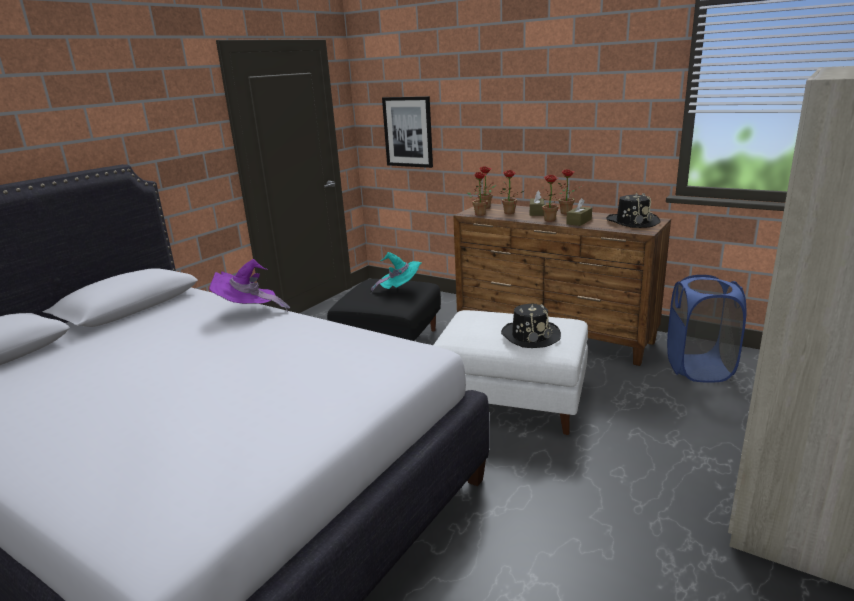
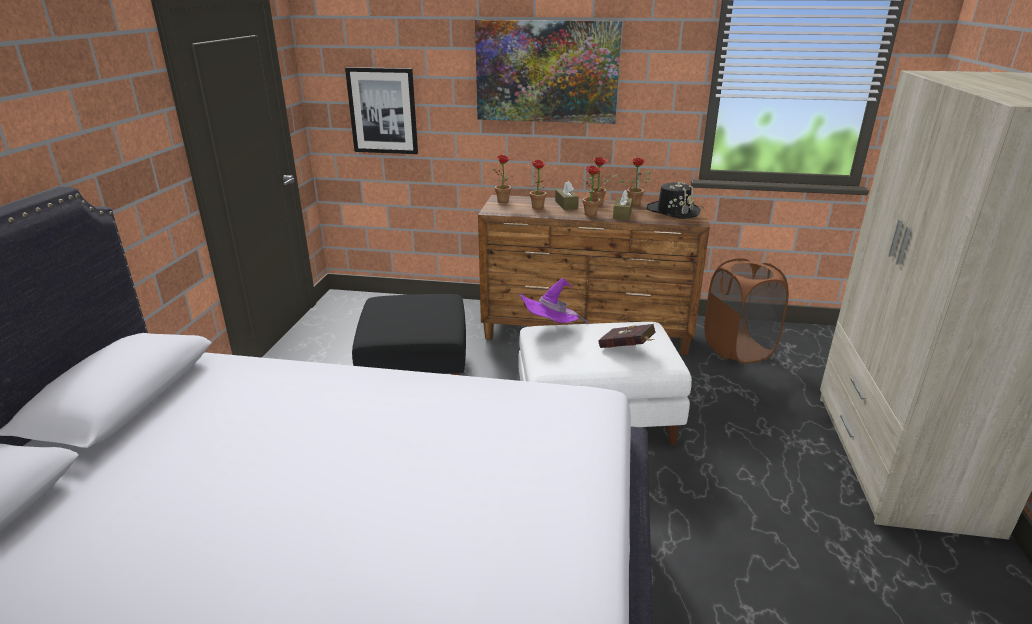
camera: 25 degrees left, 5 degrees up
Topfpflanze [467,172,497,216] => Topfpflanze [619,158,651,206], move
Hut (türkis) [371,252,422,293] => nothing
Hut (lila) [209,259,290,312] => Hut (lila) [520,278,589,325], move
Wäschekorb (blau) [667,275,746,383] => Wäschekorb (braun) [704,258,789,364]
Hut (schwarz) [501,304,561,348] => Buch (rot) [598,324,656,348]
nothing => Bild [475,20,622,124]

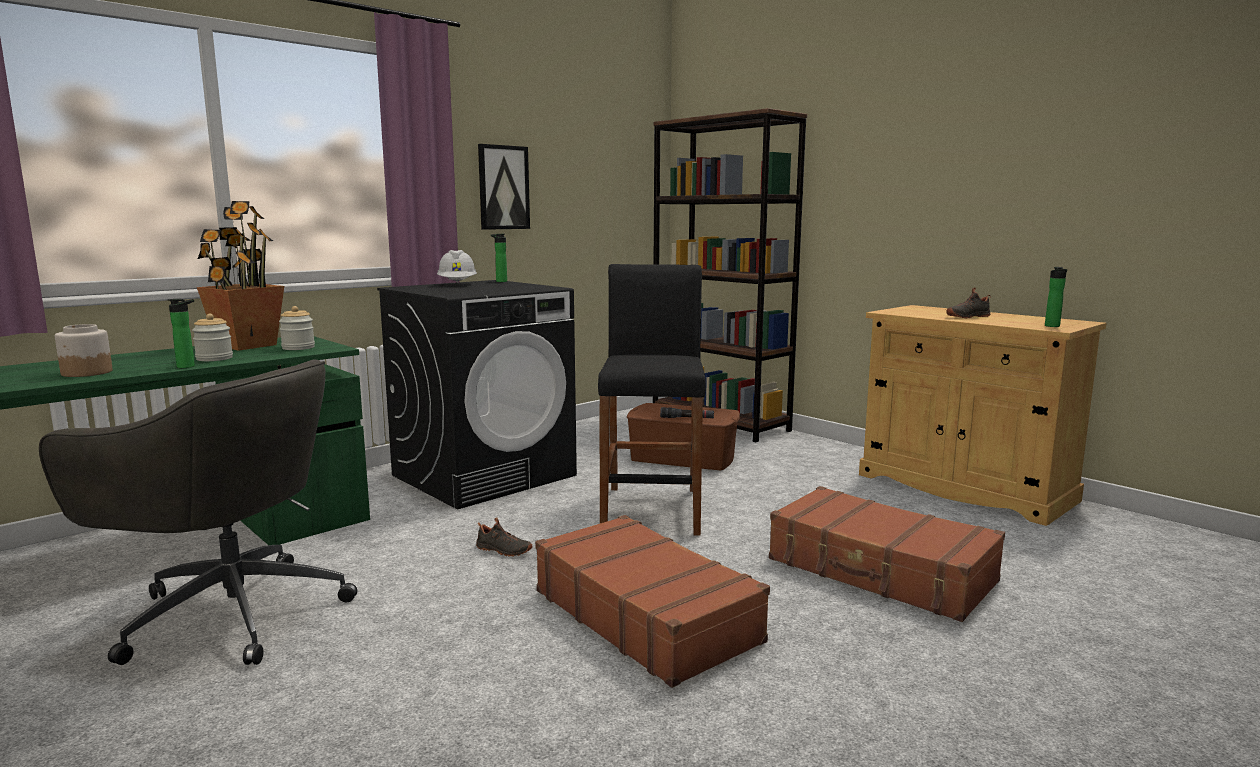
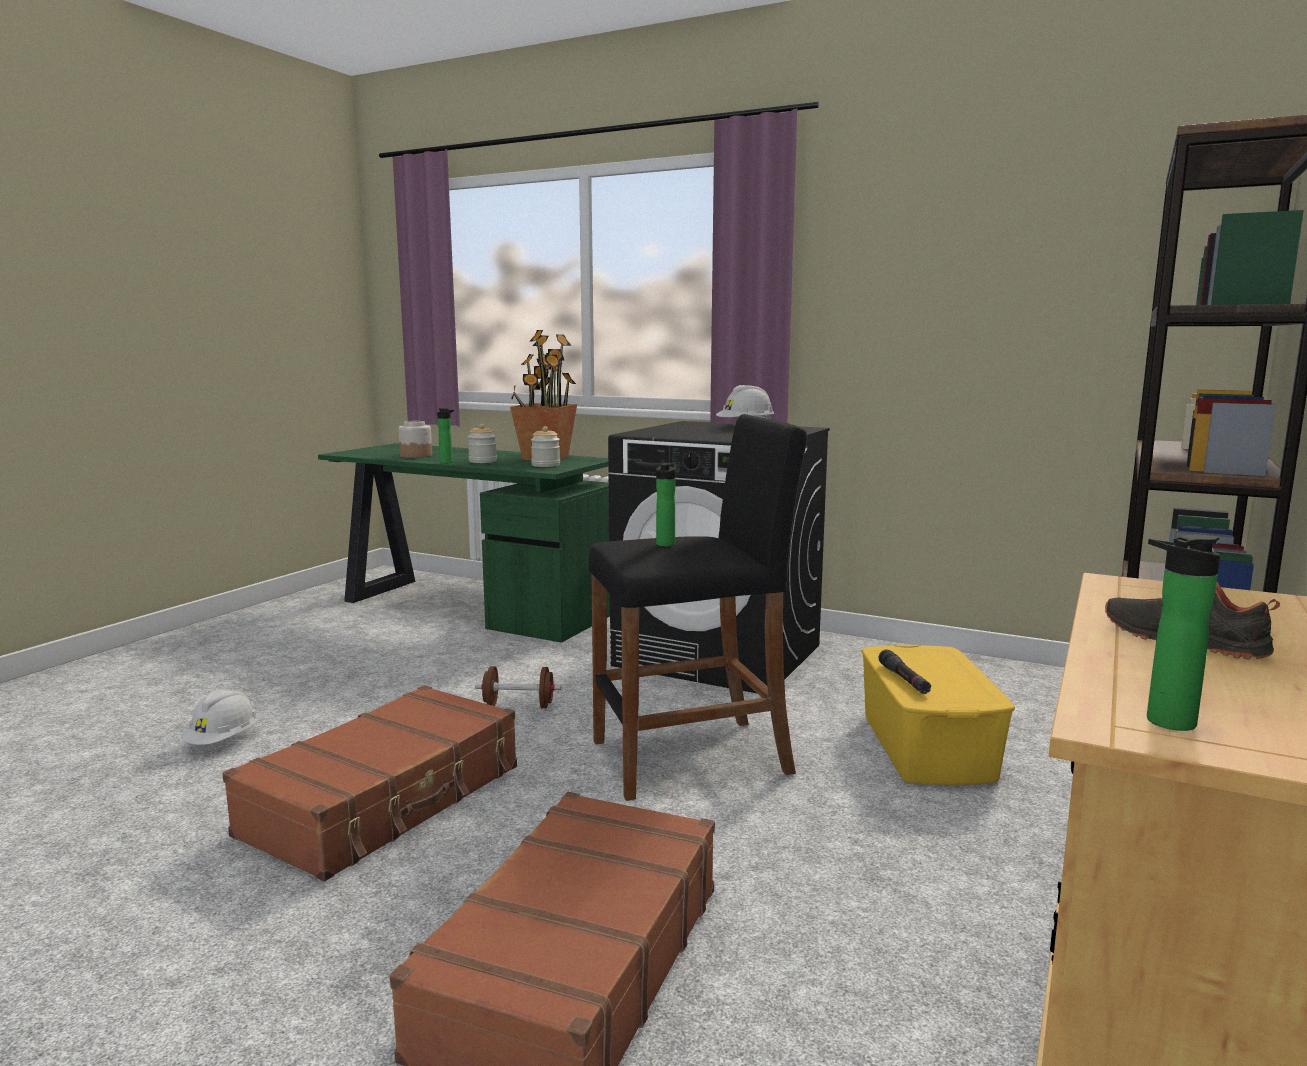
camera: 70 degrees right, 0 degrees up
Bild [478,144,530,230] => nothing
Flasche [491,234,507,282] => Flasche [656,463,676,547], move
Bürostuhl (grau) [39,359,357,665] => nothing
Aufbewahrungsbox (braun) [627,403,740,470] => Aufbewahrungsbox (gelb) [861,645,1015,785]
Schuh (schwarz) [476,517,533,557] => Hantel (braun) [475,666,561,708]
nothing => Schutzhelm (weiß) [181,689,258,745]

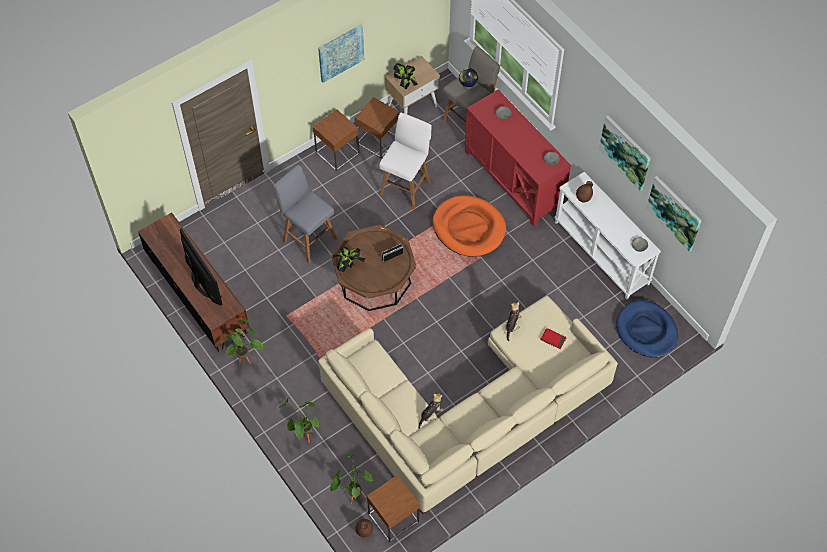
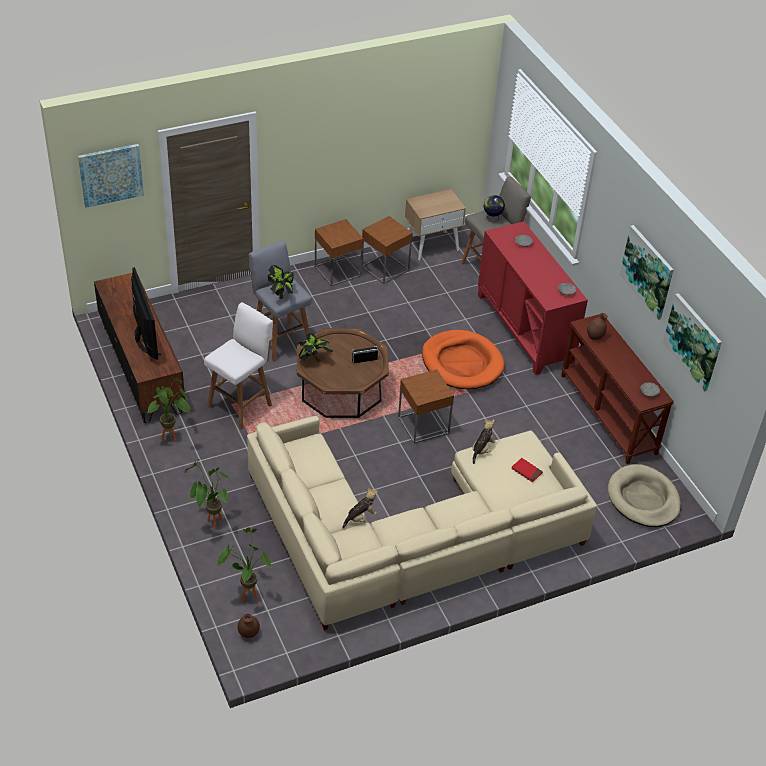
camera: 10 degrees right, 15 degrees down
Bild [318,25,364,83] => Bild [78,144,144,208], move
Topfpflanze [393,63,418,89] => Topfpflanze [268,265,294,299], move
Hocker (weiß) [379,112,432,209] => Hocker (weiß) [204,302,273,429], move
Konsolentisch (weiß) [555,172,661,300] => Konsolentisch (braun) [561,314,674,464]
Hundebett (blau) [616,300,678,358] => Hundebett (beige) [608,464,681,527]
Beistelltisch (braun) [367,475,420,542] => Beistelltisch (braun) [398,369,454,444], move

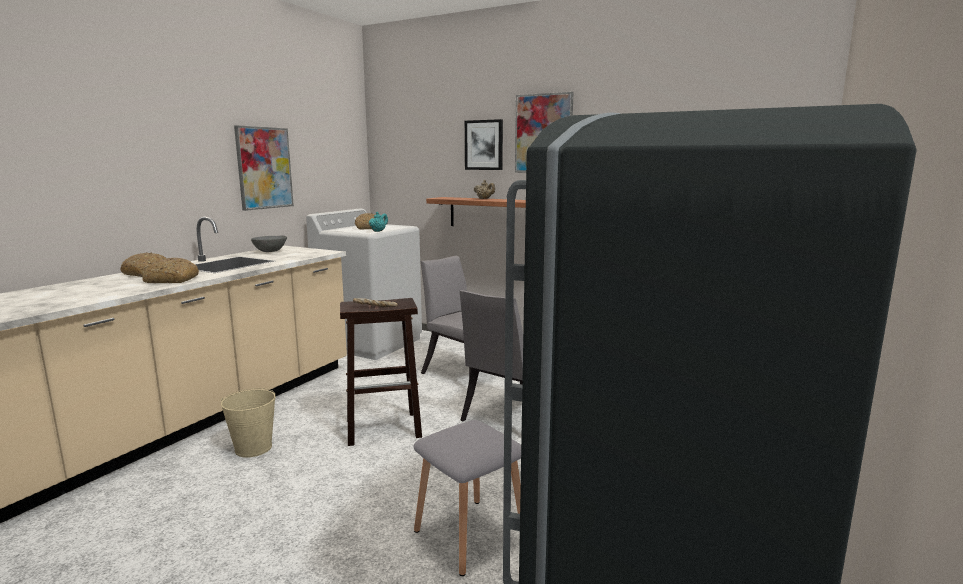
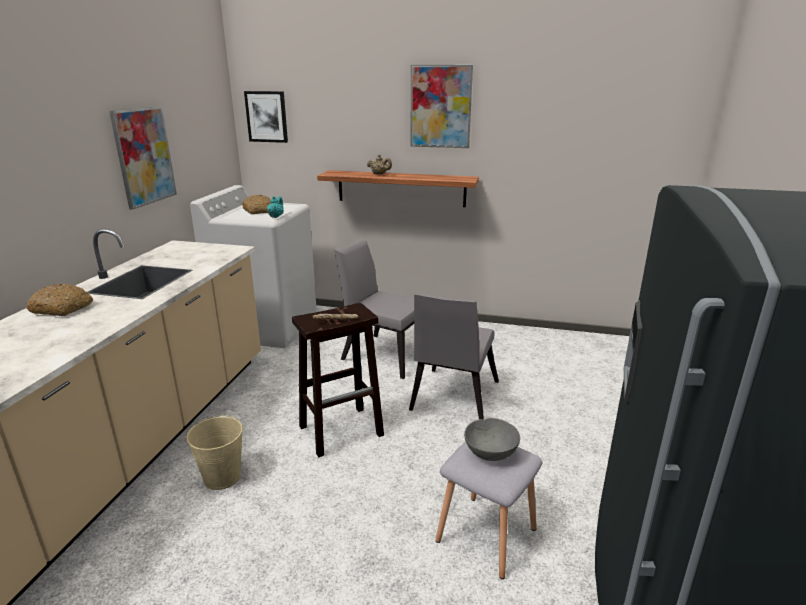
camera: 15 degrees left, 10 degrees up
Bild [465,119,503,170] => Bild [244,91,288,143], move
Schüssel (grau) [251,236,287,252] => Schüssel (grau) [464,418,520,461], move
Brot [143,258,199,283] => nothing

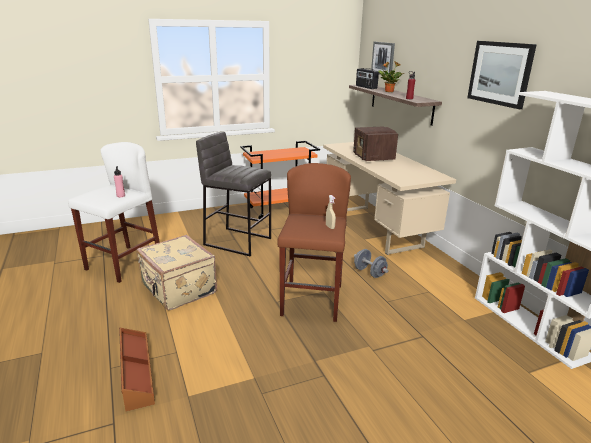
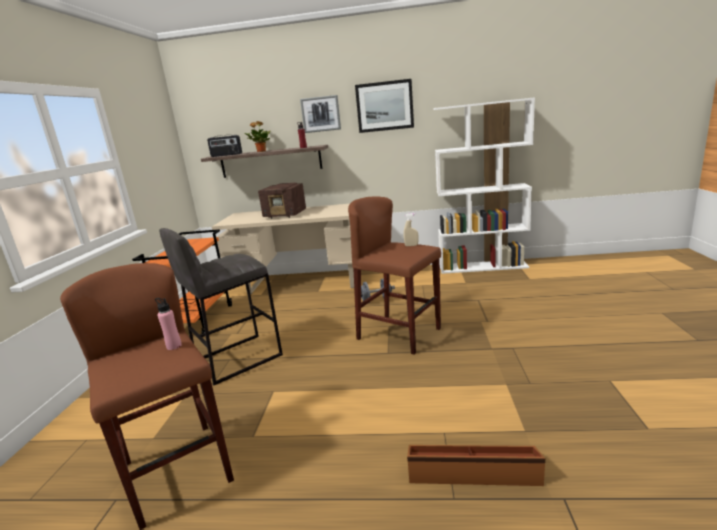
camera: 60 degrees left, 5 degrees down
Bild [371,42,395,76] => Bild [300,95,341,133], move
Hocker (weiß) [68,142,160,283] => Hocker (braun) [60,263,234,530]
Koffer (beige) [137,235,217,310] => nothing

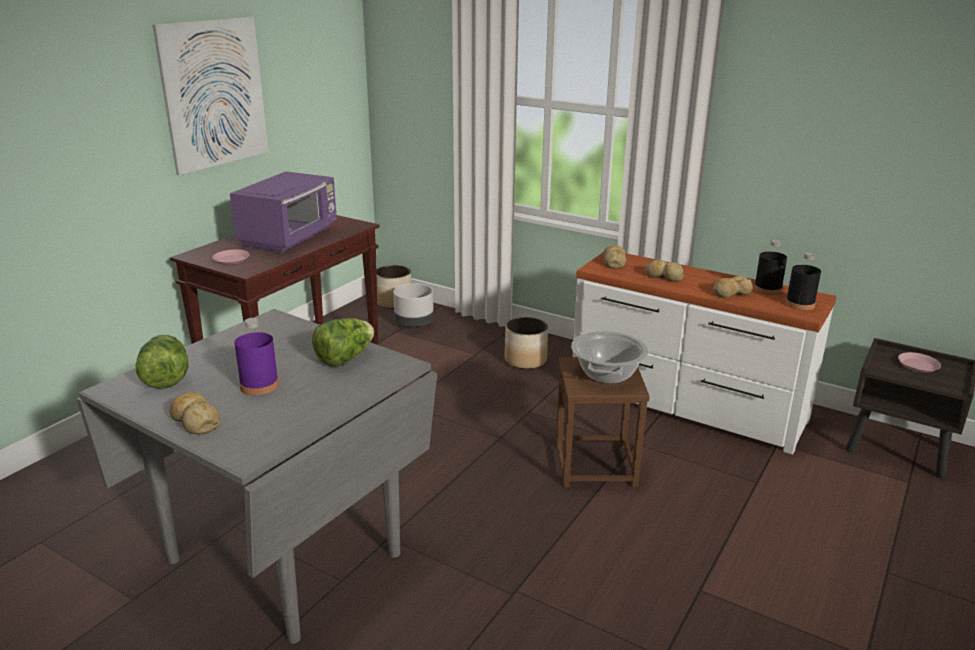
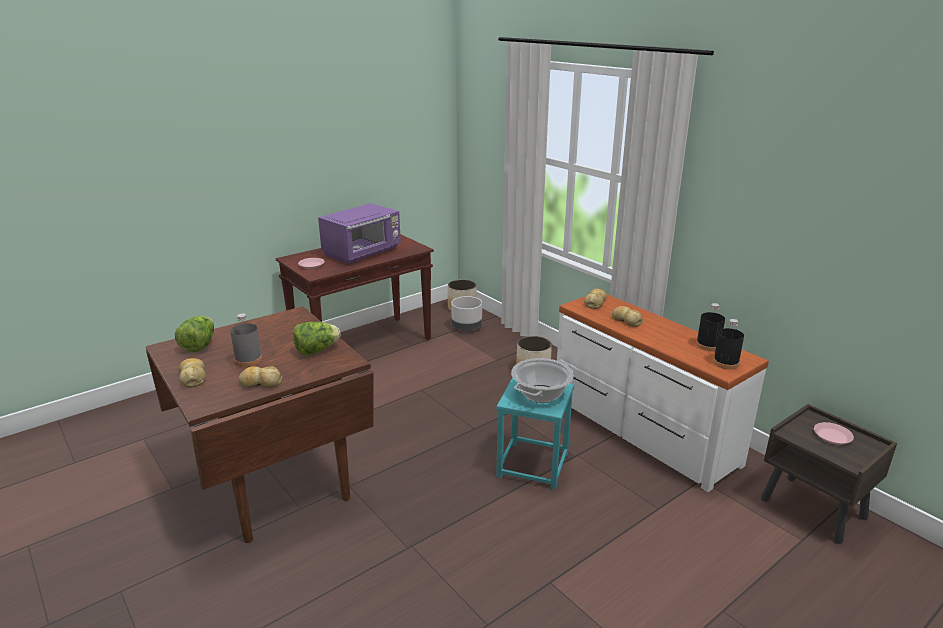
camera: 20 degrees right, 0 degrees up
Bild [153,17,269,175] => nothing
Brot [713,275,753,298] => Brot [239,366,282,388], move
Esstisch (grau) [77,309,437,644] => Esstisch (braun) [146,306,374,543]
Flasche (lila) [234,318,279,395] => Flasche (grau) [230,313,262,367]
Hocker (braun) [556,357,650,487] => Hocker (türkis) [496,377,574,490]

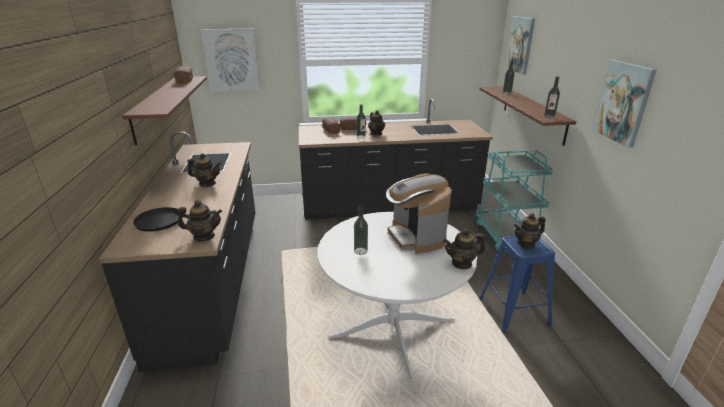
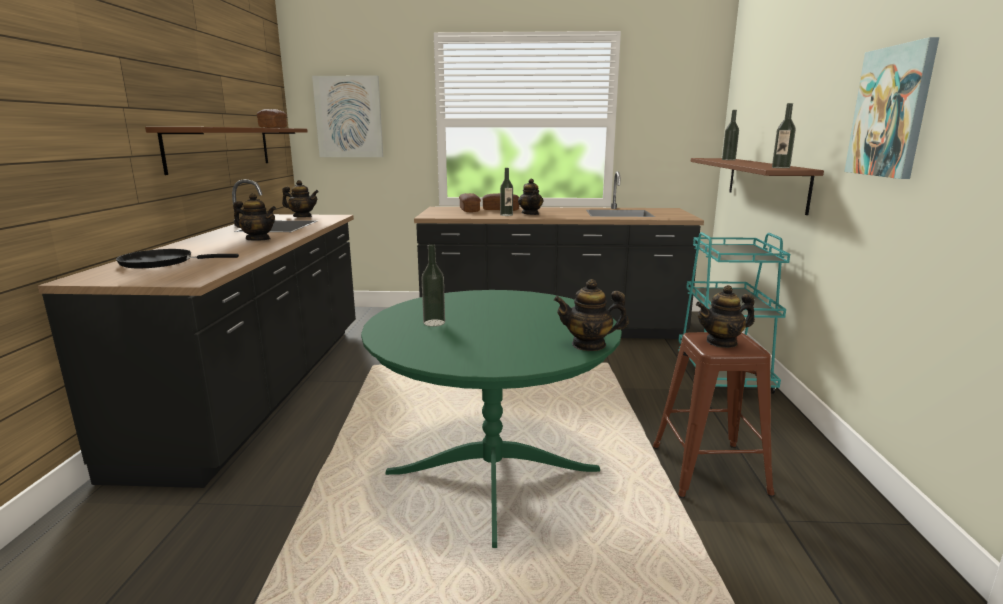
camera: 10 degrees right, 10 degrees down
Bild [505,16,535,75] => nothing
Kaffeemaschine [386,174,452,254] => nothing
Teekanne [178,200,222,241] => Teekanne [282,180,319,217], move
Esstisch (weiß) [317,212,477,381] => Esstisch (grün) [361,290,622,548]
Hocker (blau) [479,236,555,333] => Hocker (braun) [652,332,775,498]

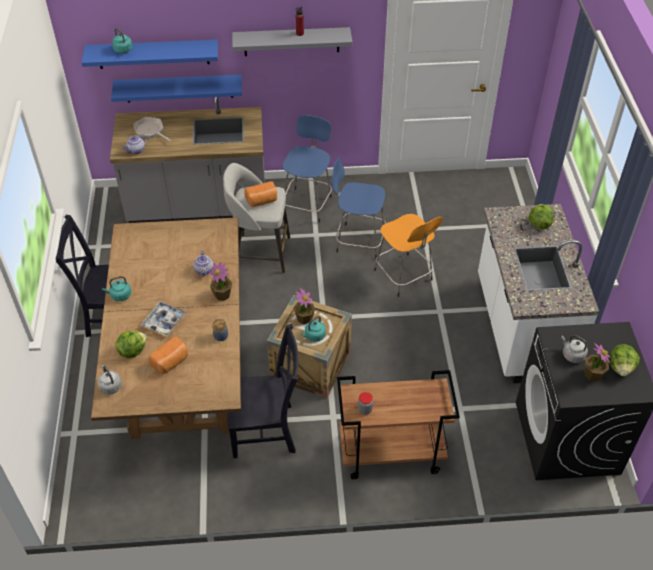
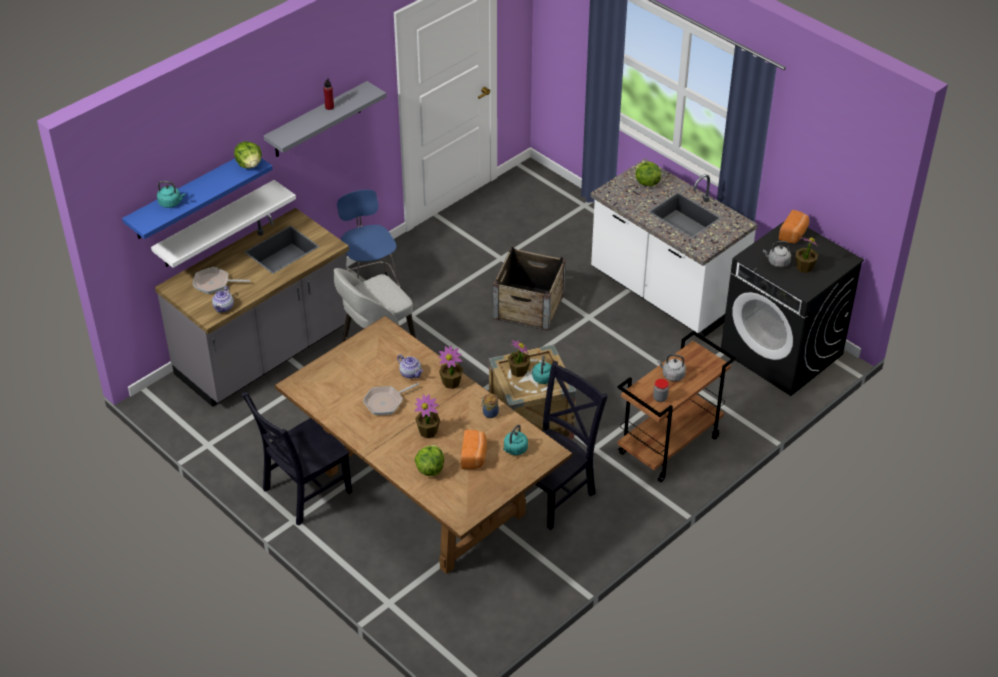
camera: 40 degrees left, 5 degrees down
Wandregal (blau) [111,75,242,103] => Wandregal (weiß) [151,180,296,268]
Hocker (blau) [331,157,386,259] => nothing
Brot [244,181,277,207] => Brot [779,210,809,244], move
Hocker (orange) [374,214,443,297] => Kiste [493,247,566,331]
Wasserkessel (türkis) [102,276,131,301] => Wasserkessel (türkis) [503,424,528,455], move
Tablett [141,301,187,337] => Topfpflanze [415,394,440,438]
Salatkopf [610,344,640,376] => Salatkopf [234,141,262,169], move
Wasserkessel (grau) [98,365,122,394] => Wasserkessel (grau) [658,354,686,381], move
nothing => Pfanne [363,383,419,415]

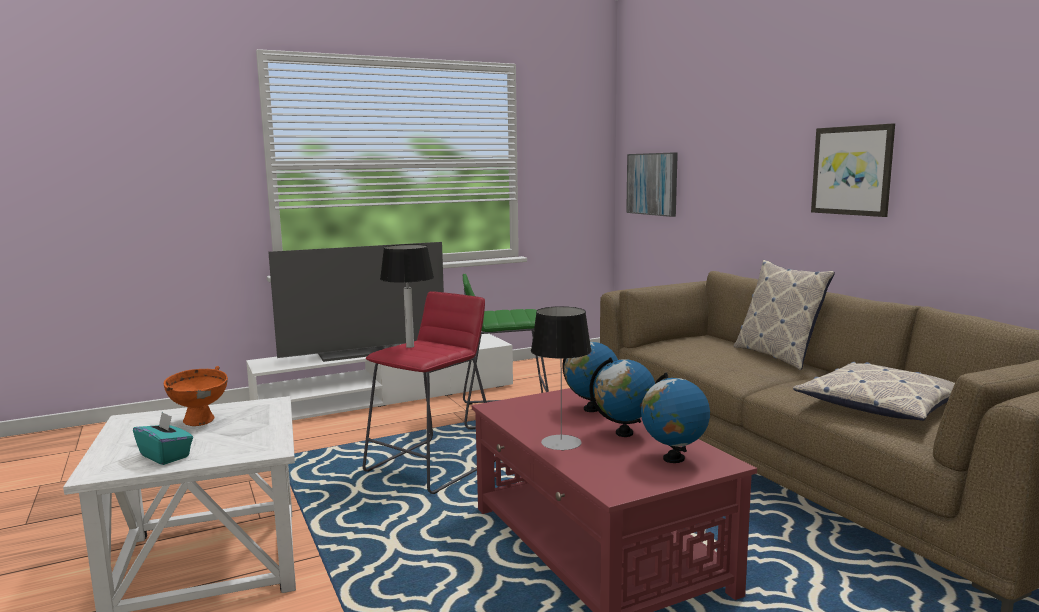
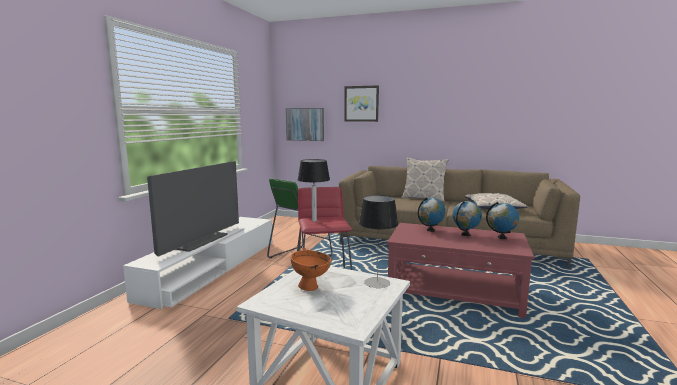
camera: 45 degrees left, 0 degrees up
Bild [811,123,895,217] => Bild [344,85,379,122], move
Tischlampe [531,306,592,451] => Tischlampe [359,195,398,288], move
Taschentuchbox (türkis) [133,412,193,465] => nothing

